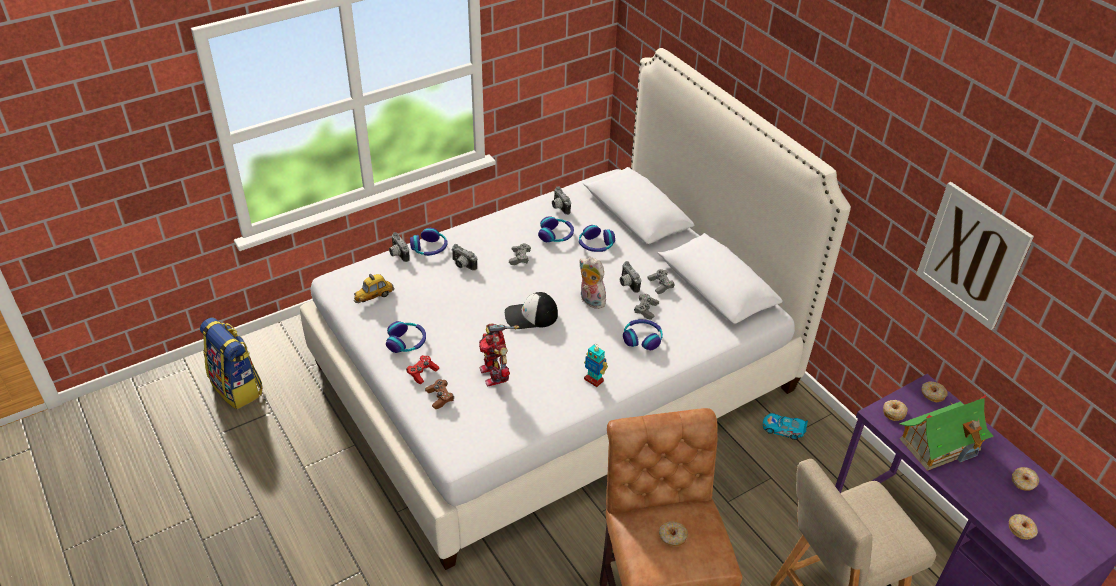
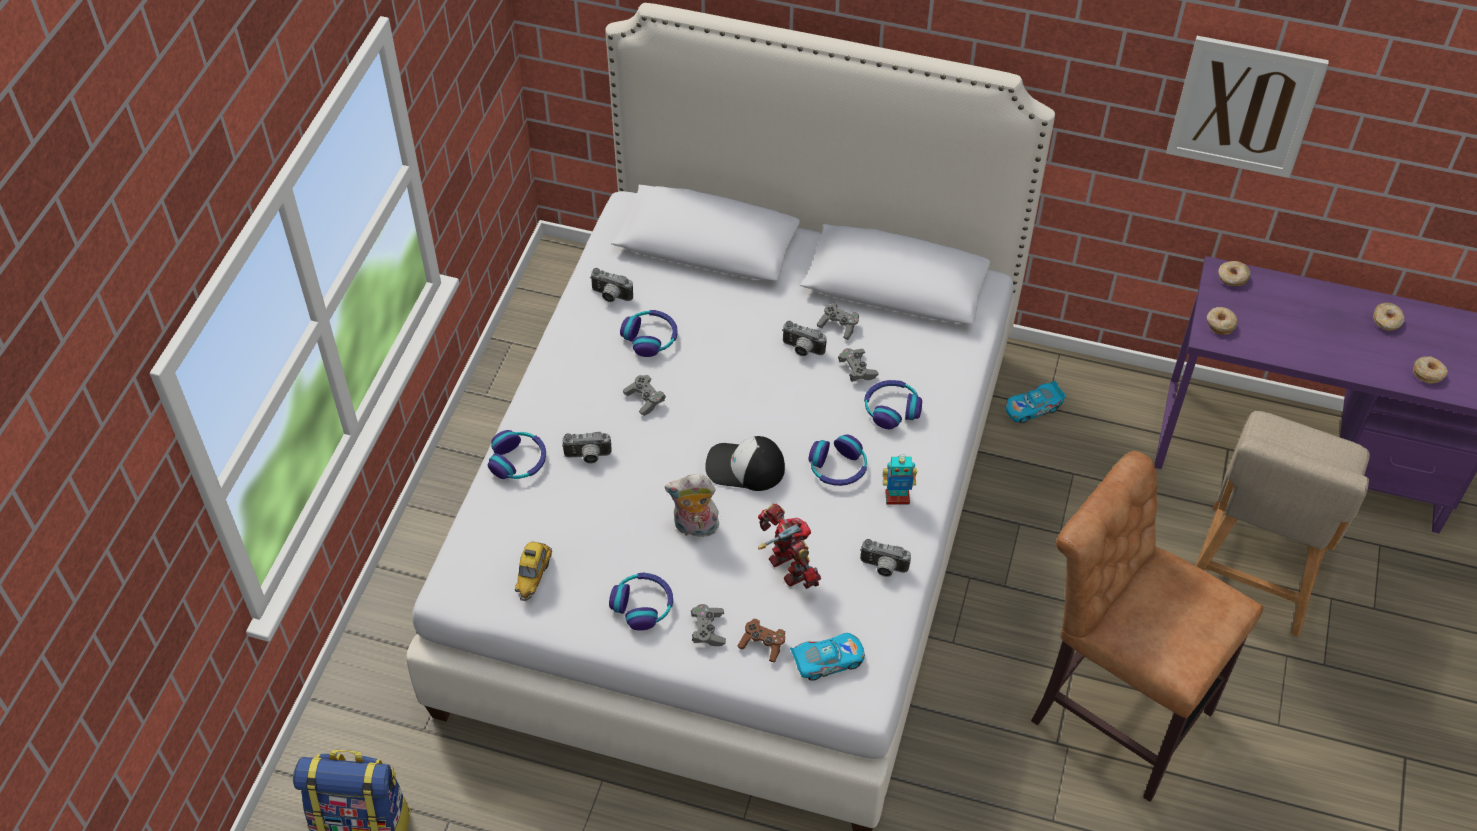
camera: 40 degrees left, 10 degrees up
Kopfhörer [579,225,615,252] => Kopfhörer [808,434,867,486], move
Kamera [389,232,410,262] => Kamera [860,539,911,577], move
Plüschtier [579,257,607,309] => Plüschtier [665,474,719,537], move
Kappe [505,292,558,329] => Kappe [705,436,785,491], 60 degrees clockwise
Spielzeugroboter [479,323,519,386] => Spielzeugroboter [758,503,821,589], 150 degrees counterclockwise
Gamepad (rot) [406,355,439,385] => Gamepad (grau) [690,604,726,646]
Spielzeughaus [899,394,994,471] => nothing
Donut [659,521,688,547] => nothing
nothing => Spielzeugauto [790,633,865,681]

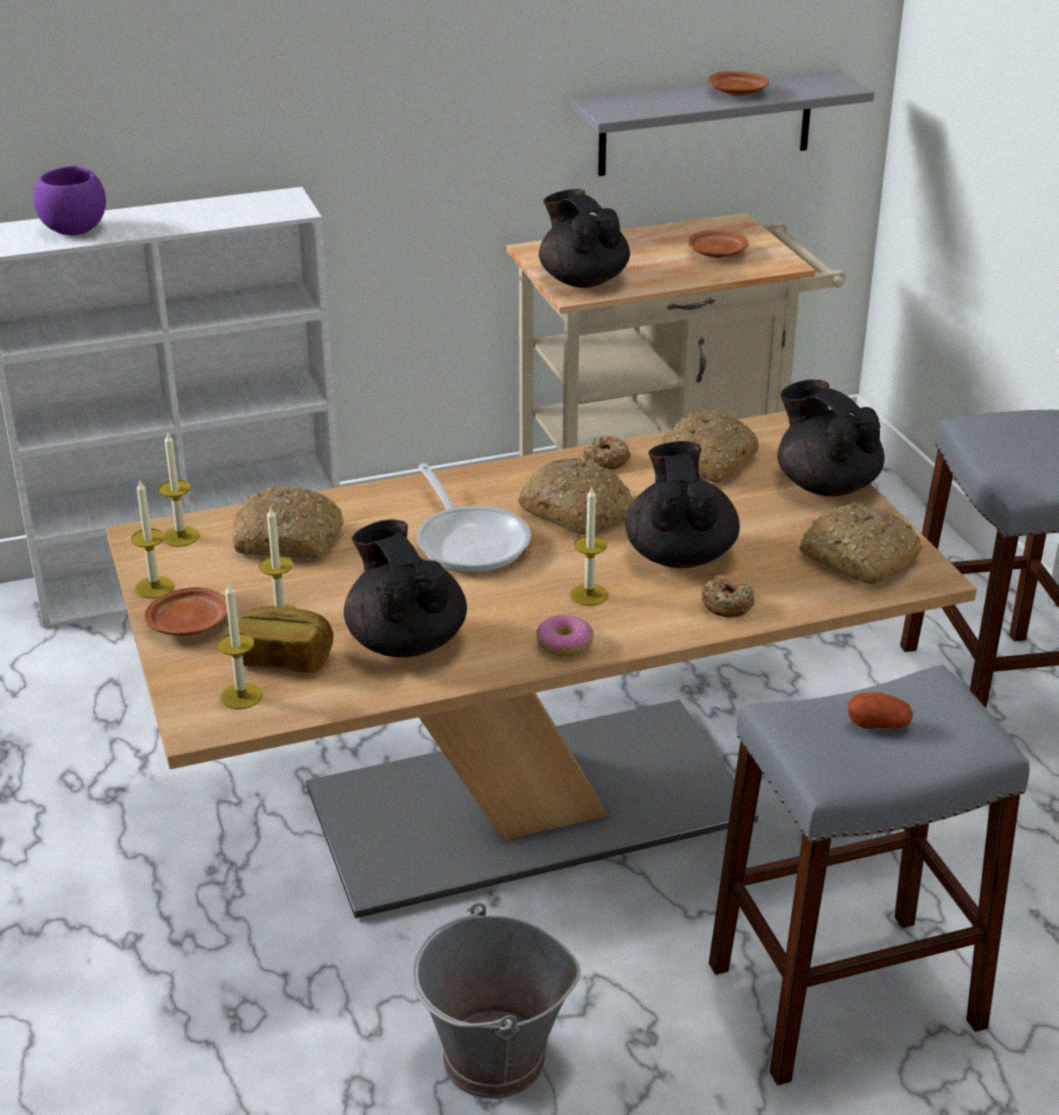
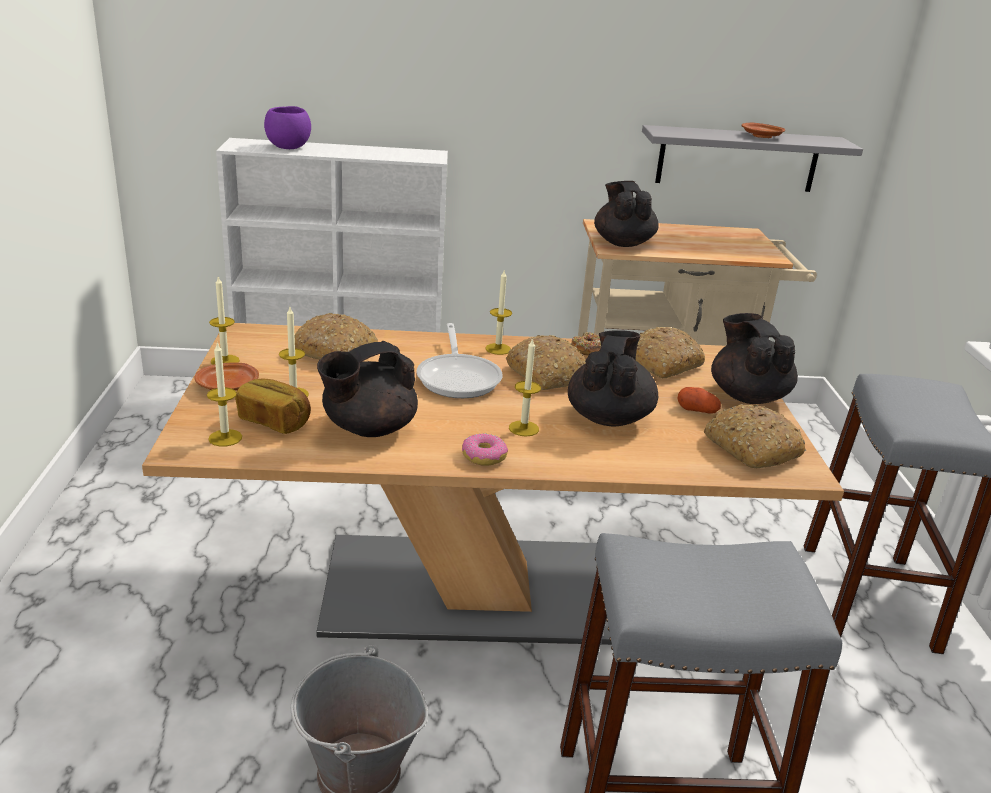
camera: 15 degrees right, 5 degrees down
Teller (braun) [688,230,748,258] => nothing
Kerze [159,431,200,547] => Kerze [485,271,512,355], move
Teekanne (schwarz) [344,519,467,657] => Teekanne (schwarz) [317,341,418,437], 120 degrees counterclockwise
Donut [701,575,755,617] => nothing
Kartoffel [848,692,913,729] => Kartoffel [677,387,721,414], move

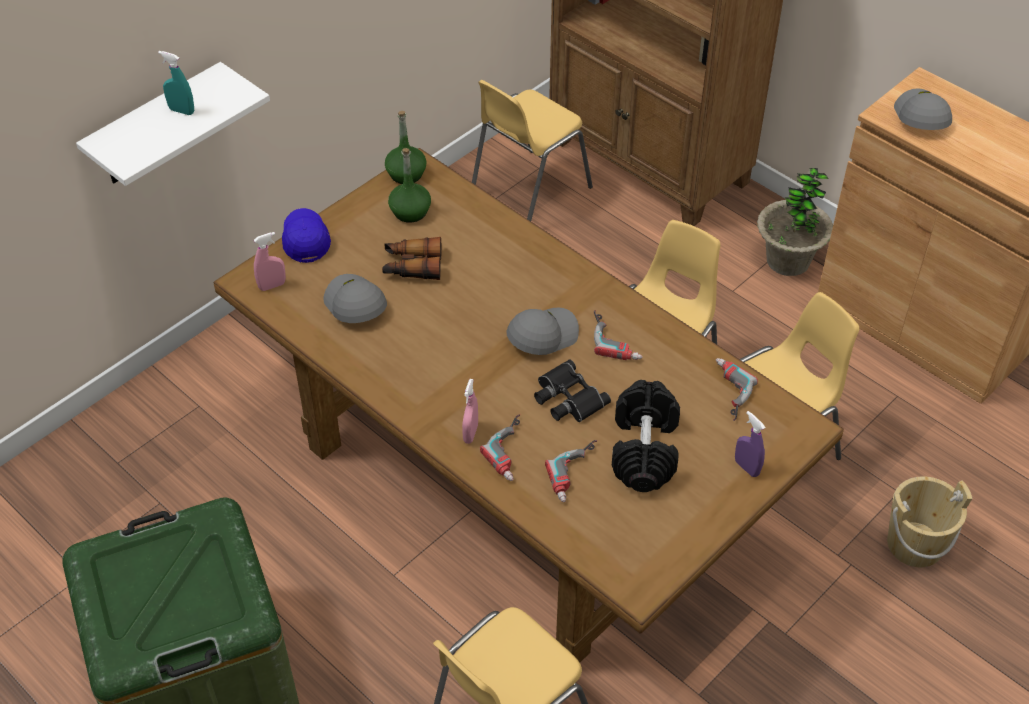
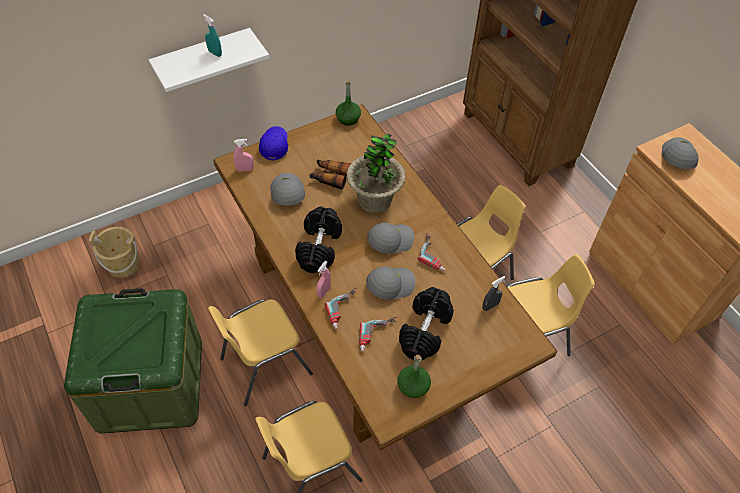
camera: 15 degrees right, 5 degrees up
Stuhl (gelb) [472,80,593,221] => Stuhl (gelb) [208,299,313,406], move
Flasche (grün) [388,148,431,223] => Flasche (grün) [397,355,431,398], move
Topfpflanze [757,168,833,276] => Topfpflanze [347,133,405,213], move
Bohrmaschine [716,358,758,421] => Sprühflasche (grau) [482,276,505,311]
Fernglas (schwarz) [534,359,611,422] => Kappe (grau) [366,267,416,300]
Sprühflasche (lila) [735,411,766,477] => nothing
Eimer (beige) [887,476,973,567] => Eimer (beige) [89,227,139,278], move
nothing => Hantel (schwarz) [295,206,342,273]

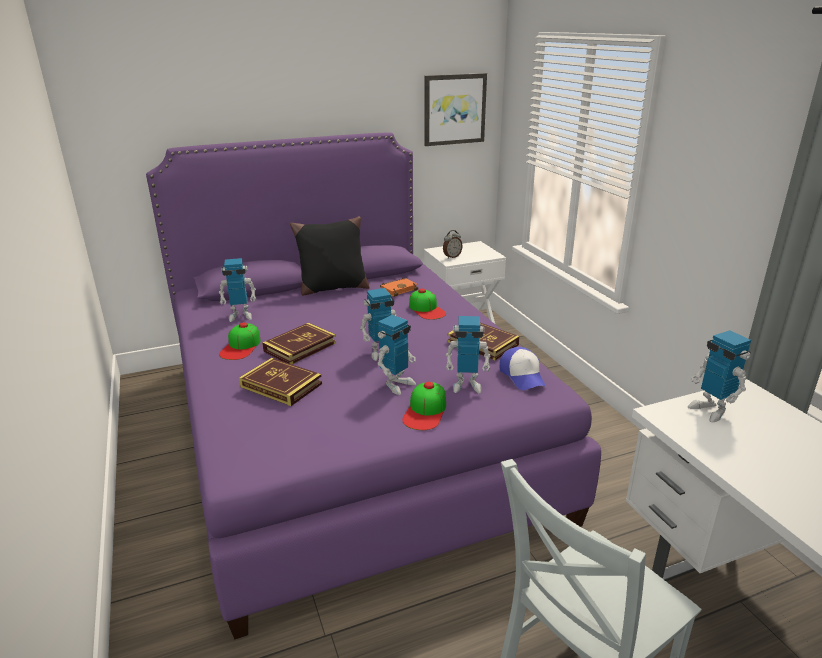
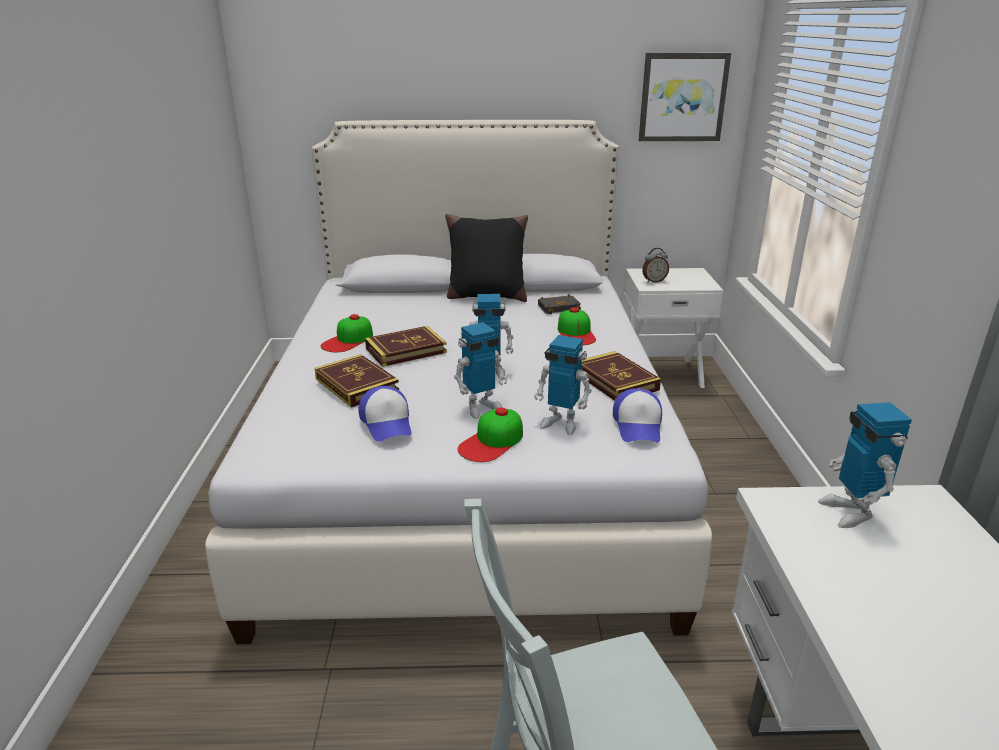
camera: 20 degrees right, 0 degrees up
Bett (lila) [146,132,601,640] => Bett (weiß) [205,120,712,644]
Spielzeugroboter [219,258,256,322] => nothing
Buch (orange) [380,277,418,297] => Buch (schwarz) [538,294,581,314]
nothing => Kappe [358,386,412,442]

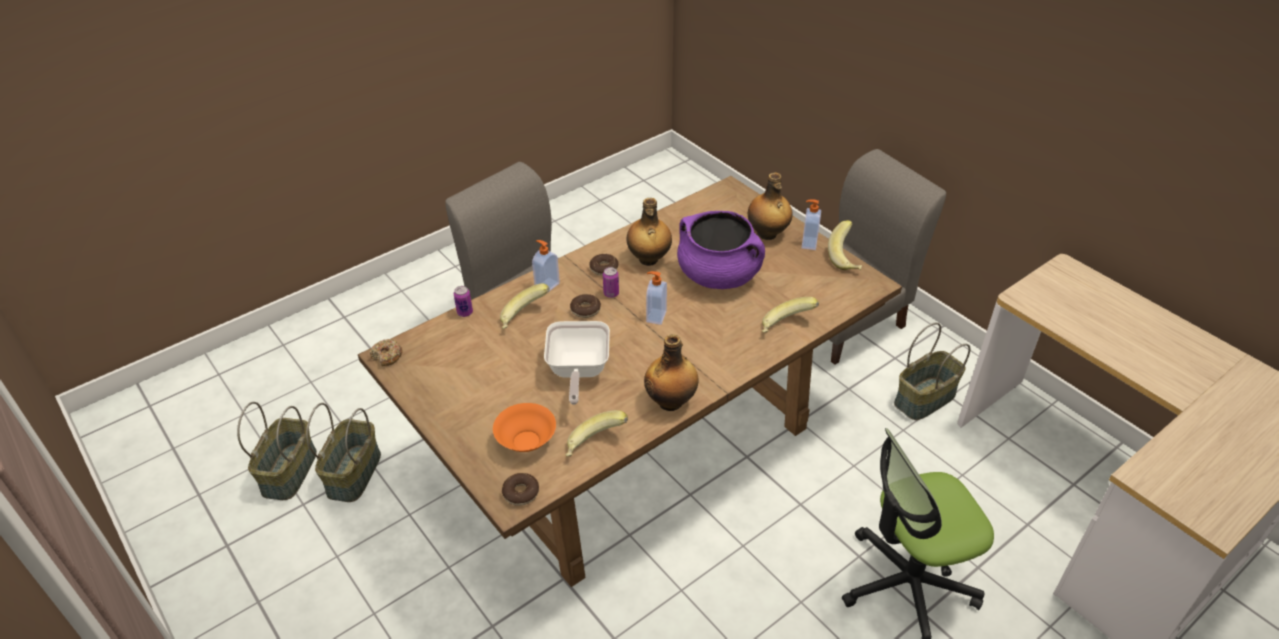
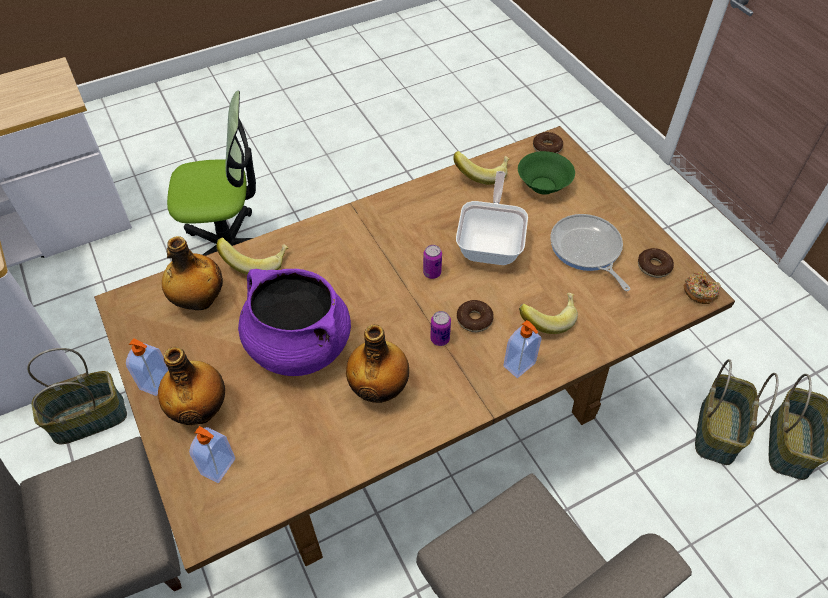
camera: 170 degrees left, 10 degrees up
Banane [828,220,862,270] => nothing
Donut [590,254,619,276] => Donut [638,248,674,278], move
Seifenspender [646,271,667,325] => Seifenspender [189,426,235,483], move
Dose [454,286,473,317] => Dose [423,245,442,279], move
Flasche [644,334,699,411] => Flasche [162,236,223,310], move
Schüssel (orange) [493,403,556,452] => Schüssel (grün) [518,151,575,195]
nothing => Pfanne [550,214,630,291]

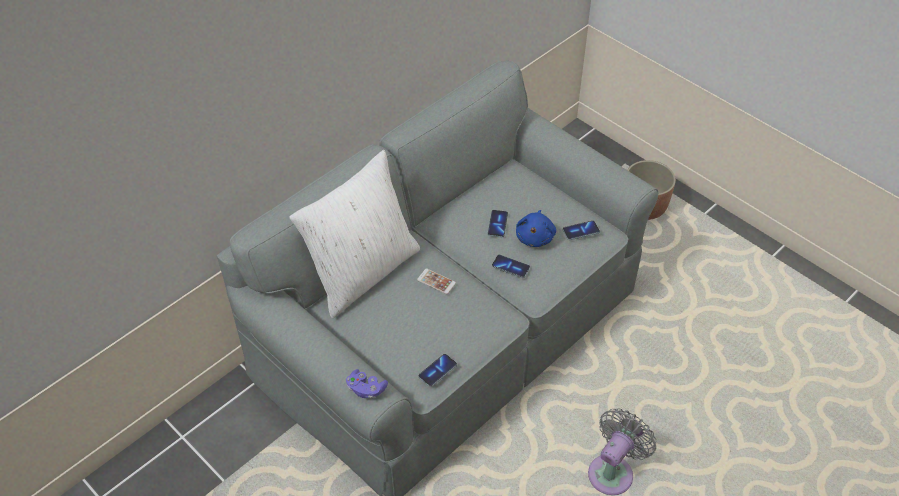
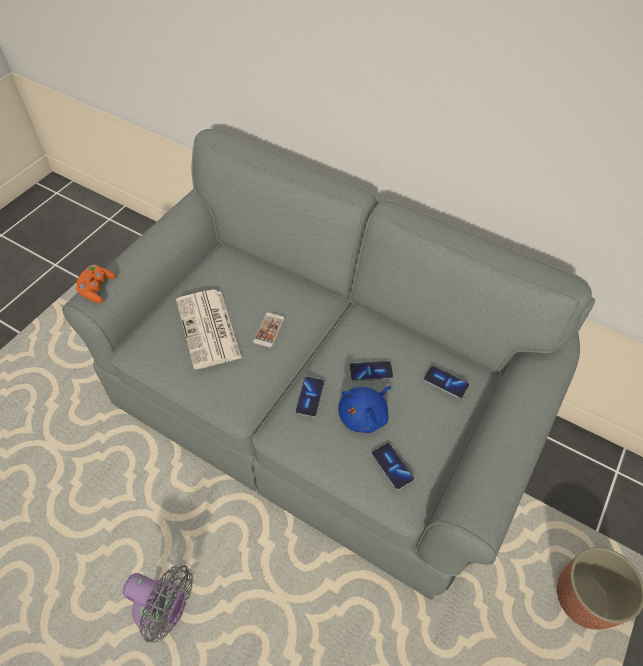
camera: 75 degrees right, 5 degrees up
Kissen (weiß) [290,150,420,319] => nothing
Plüschtier (blau) [516,210,556,247] => Plüschtier (blau) [338,386,391,433], 45 degrees counterclockwise
Handy [418,354,457,387] => Handy [423,366,469,399], move
Gamepad (lila) [346,369,388,399] => Gamepad (orange) [76,265,116,303]
nothing => Zeitung [176,290,242,369]

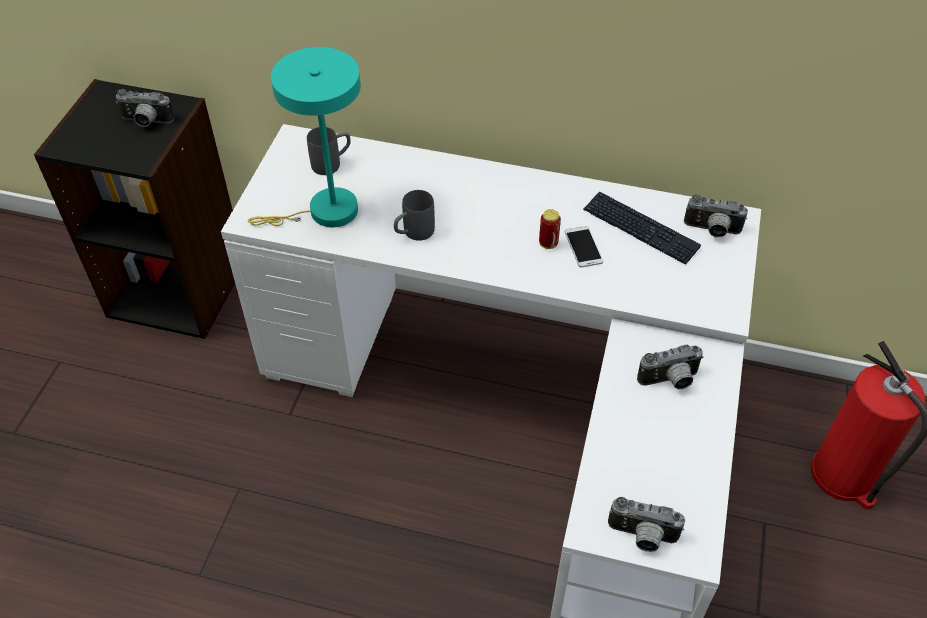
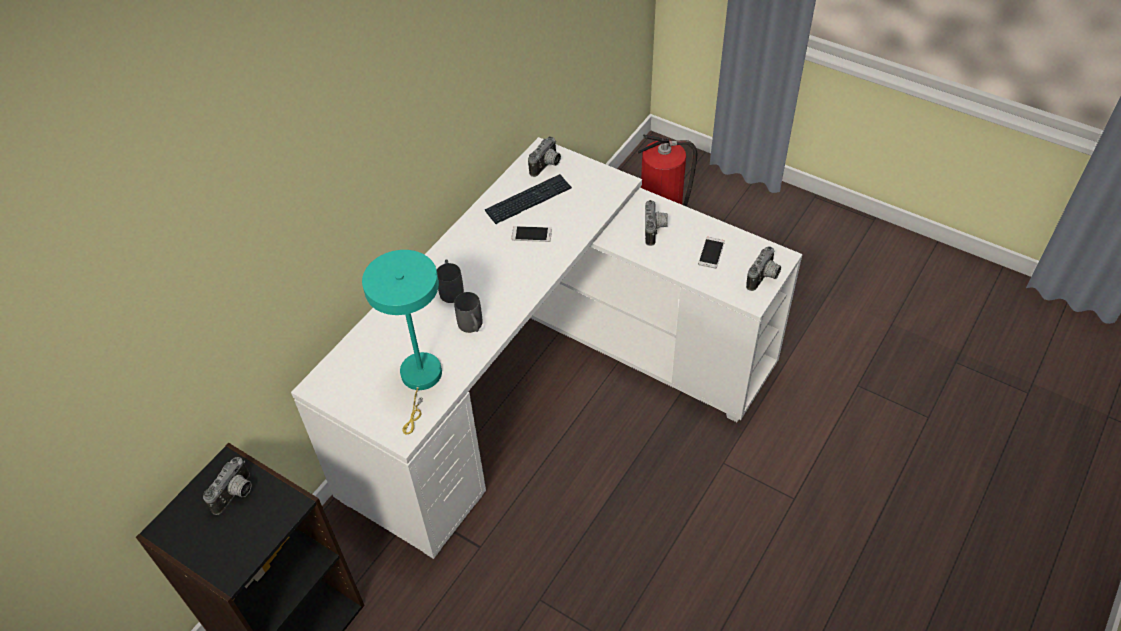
camera: 70 degrees left, 0 degrees up
Henkelbecher (grau) [307,127,351,175] => Henkelbecher (grau) [437,259,464,303], move
Dose [539,209,561,249] => nothing
nothing => Handy [698,237,725,269]

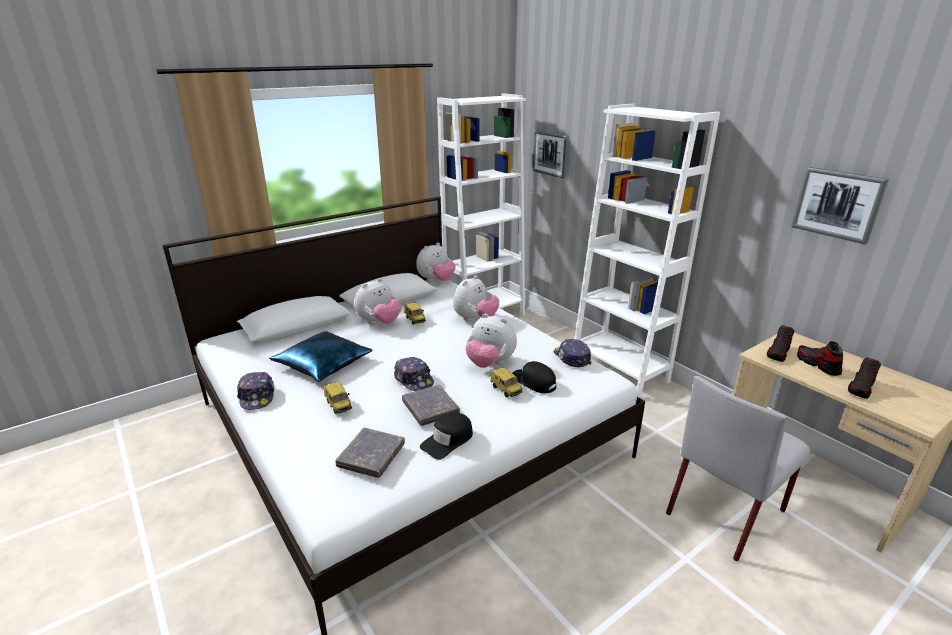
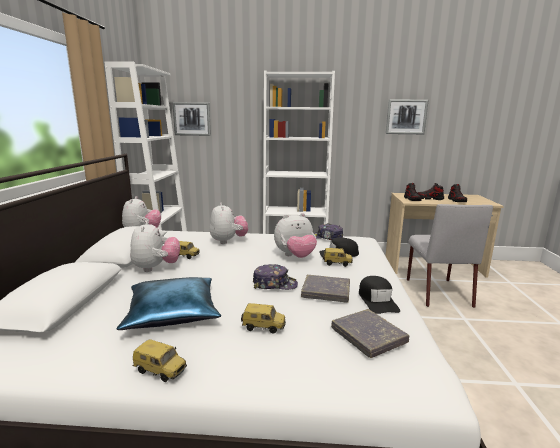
camera: 50 degrees left, 10 degrees down
Kappe [237,372,275,410] => Spielzeugauto [133,339,187,382]

